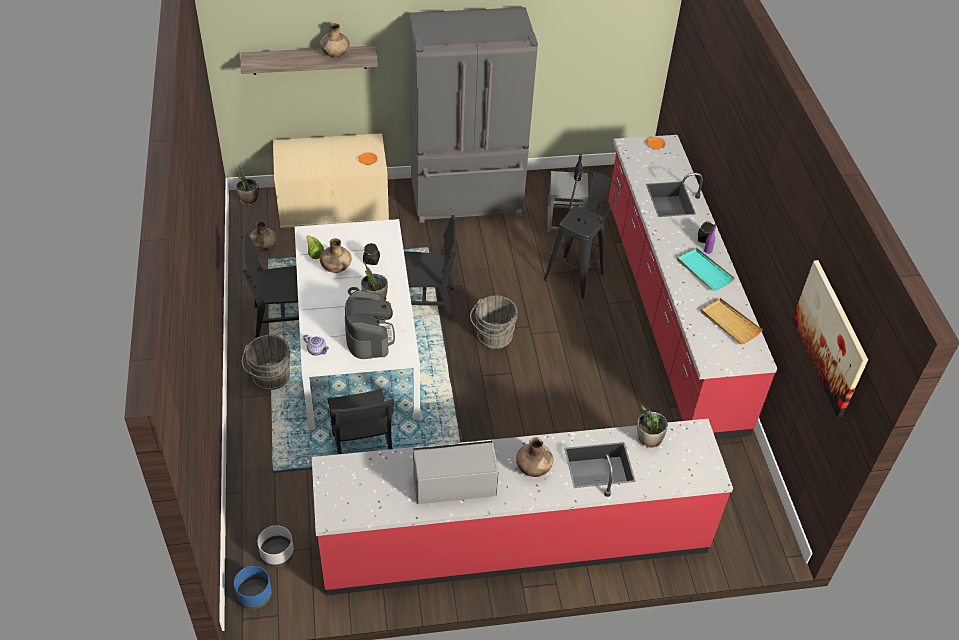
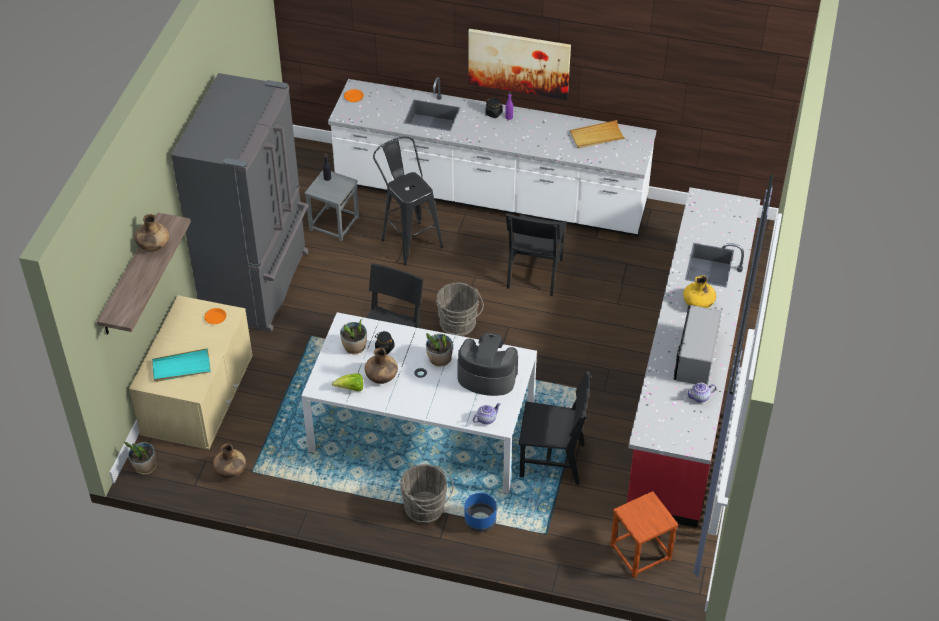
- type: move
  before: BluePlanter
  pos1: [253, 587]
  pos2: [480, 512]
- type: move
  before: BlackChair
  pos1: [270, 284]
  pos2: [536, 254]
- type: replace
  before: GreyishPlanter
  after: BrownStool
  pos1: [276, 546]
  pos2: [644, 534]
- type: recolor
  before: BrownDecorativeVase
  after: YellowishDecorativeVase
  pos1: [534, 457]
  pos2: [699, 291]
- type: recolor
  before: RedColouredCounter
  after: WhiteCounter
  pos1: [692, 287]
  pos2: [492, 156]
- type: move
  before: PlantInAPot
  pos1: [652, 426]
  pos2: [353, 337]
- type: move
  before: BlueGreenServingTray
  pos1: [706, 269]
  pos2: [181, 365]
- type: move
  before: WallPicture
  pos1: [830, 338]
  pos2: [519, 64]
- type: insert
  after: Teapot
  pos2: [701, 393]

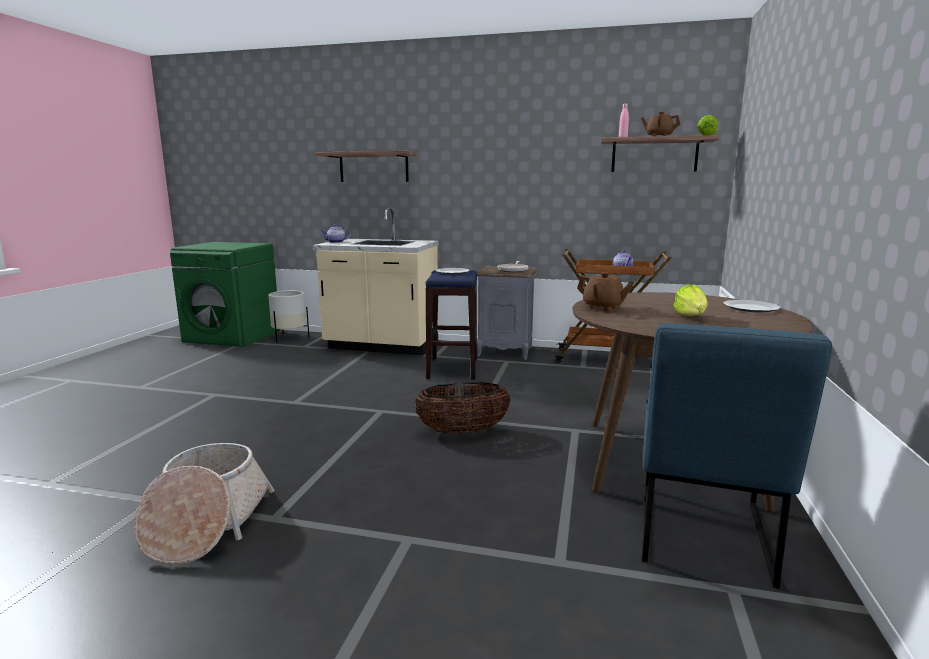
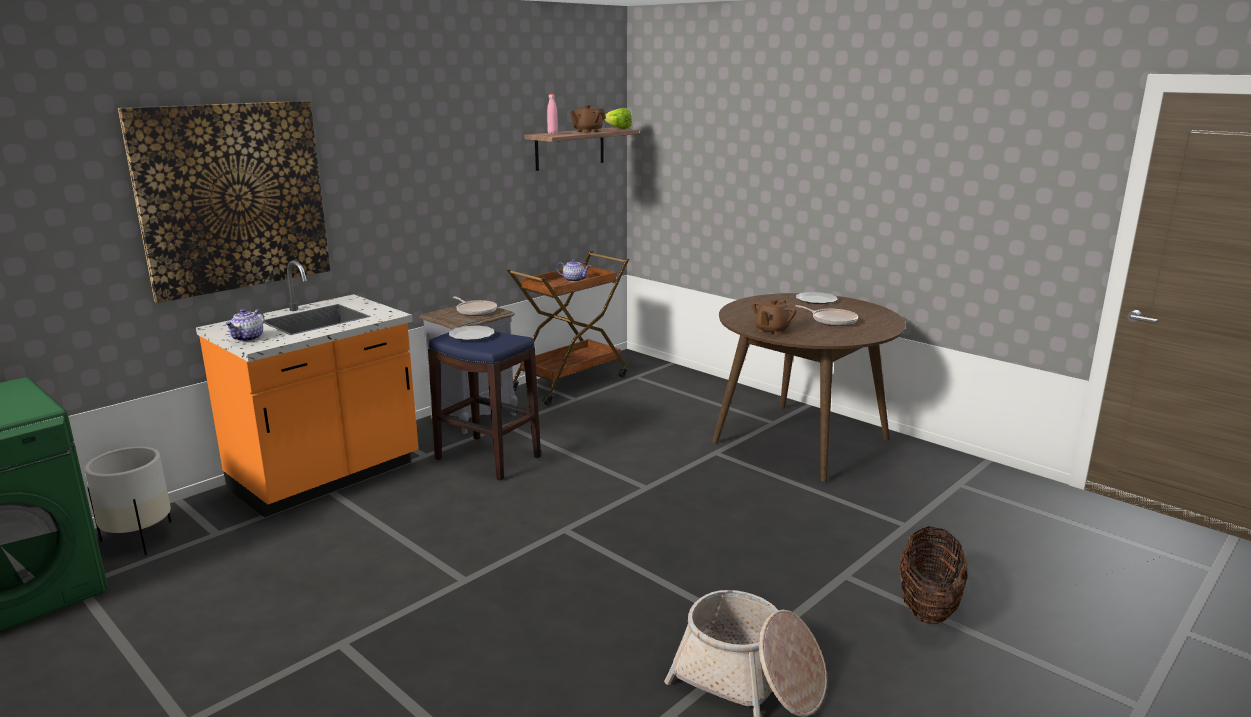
- type: recolor
  before: BeigeCounter
  after: OrangeCounter
  pos1: [375, 281]
  pos2: [307, 388]
- type: replace
  before: WallShelf
  after: WallPicture
  pos1: [367, 166]
  pos2: [224, 202]
- type: move
  before: Basket
  pos1: [463, 408]
  pos2: [934, 575]
- type: rotate
  before: BrownTeapot
  pos1: [605, 291]
  pos2: [773, 317]
  turn: 150
- type: delete
  before: BlueChair
  pos1: [737, 456]
- type: replace
  before: LettuceHead
  after: Skillet
  pos1: [690, 300]
  pos2: [827, 315]

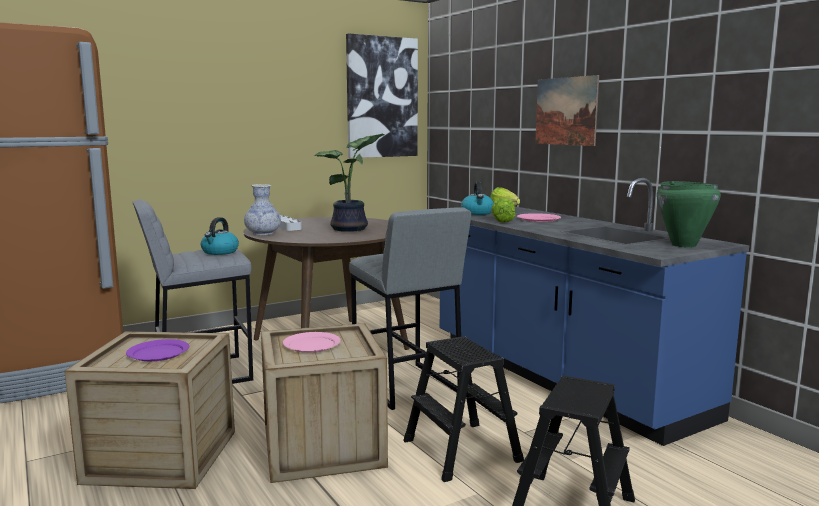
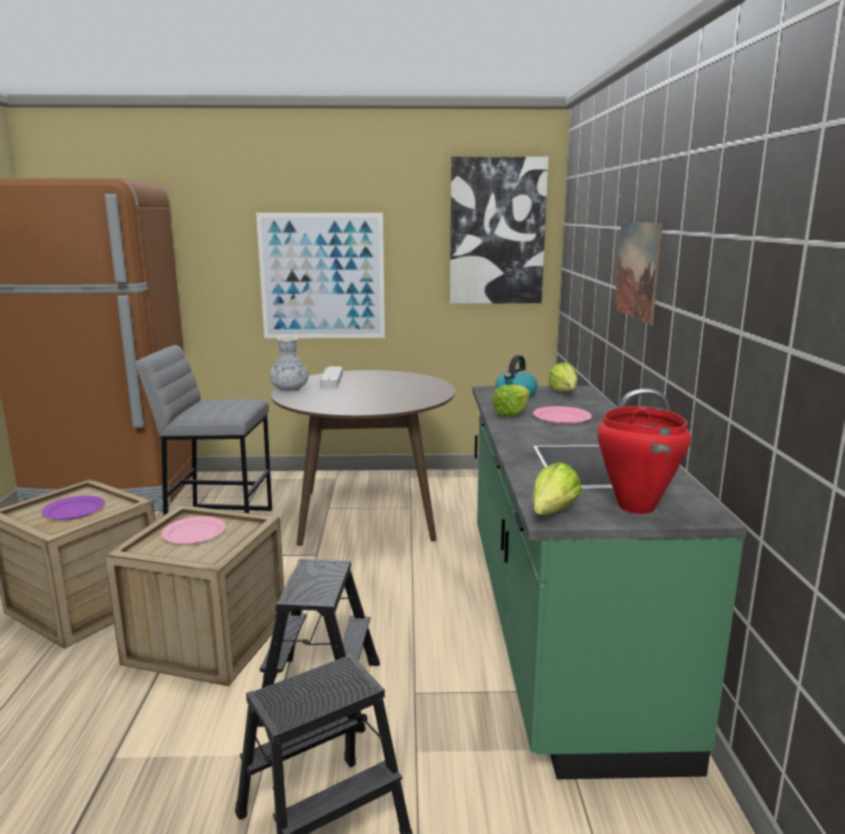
- type: delete
  before: WaterKettle
  pos1: [220, 236]
- type: delete
  before: PlantInAPot
  pos1: [349, 182]
- type: delete
  before: GreyishStool
  pos1: [410, 308]
- type: recolor
  before: BlueCounter
  after: GreenCounter
  pos1: [594, 312]
  pos2: [609, 582]
- type: recolor
  before: GreenStockpot
  after: RedColouredStockpot
  pos1: [689, 214]
  pos2: [644, 460]
- type: insert
  after: WallPicture
  pos2: [320, 275]
- type: insert
  after: LettuceHead
  pos2: [557, 488]

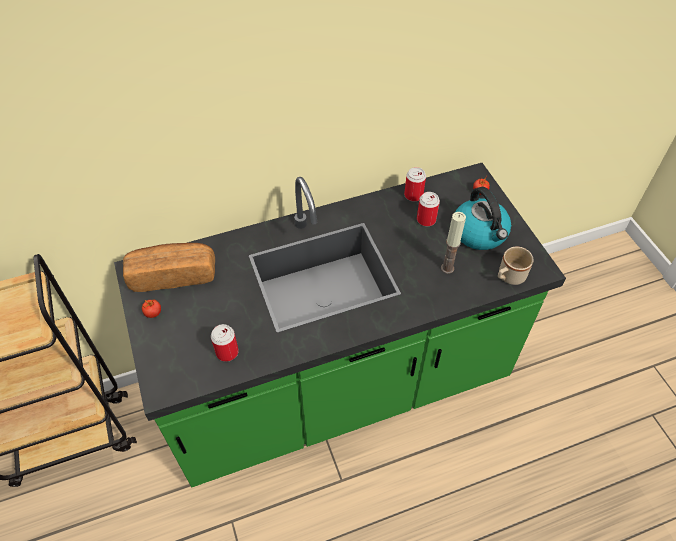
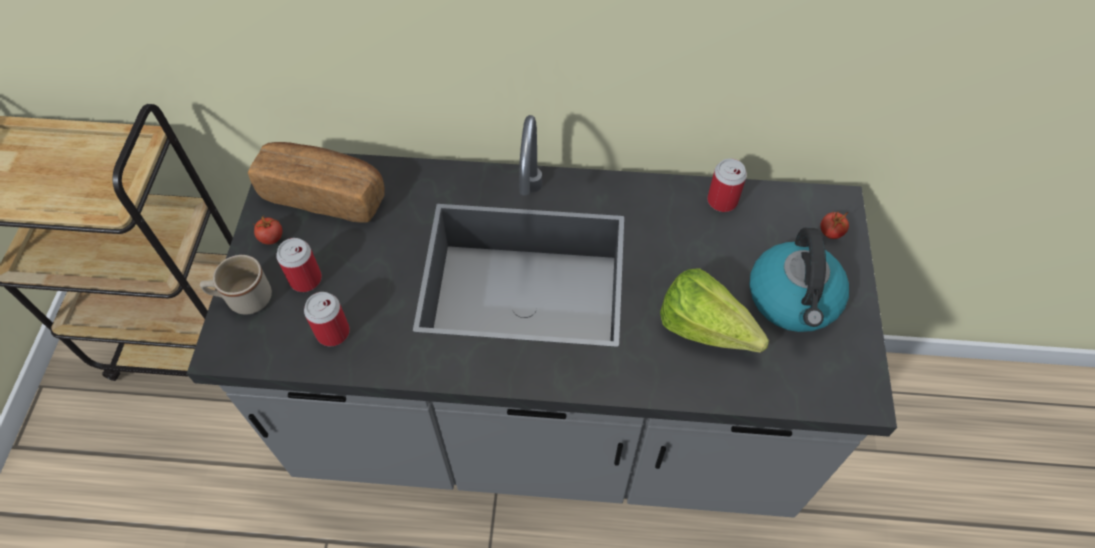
- type: recolor
  before: GreenCounter
  after: GreyishCounter
  pos1: [340, 325]
  pos2: [541, 316]
- type: move
  before: MetalCan
  pos1: [428, 209]
  pos2: [299, 265]
- type: replace
  before: WaxCandle
  after: LettuceHead
  pos1: [453, 243]
  pos2: [714, 310]
- type: move
  before: BeigeMug
  pos1: [516, 266]
  pos2: [236, 285]

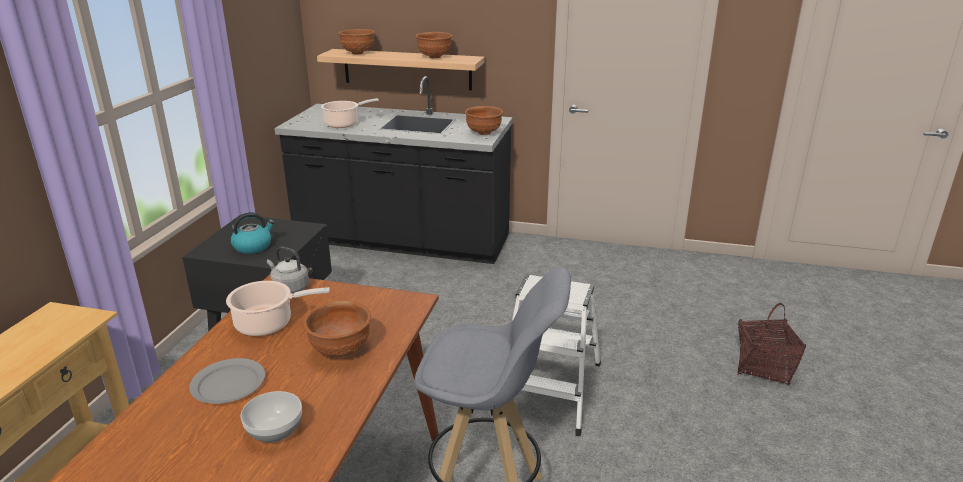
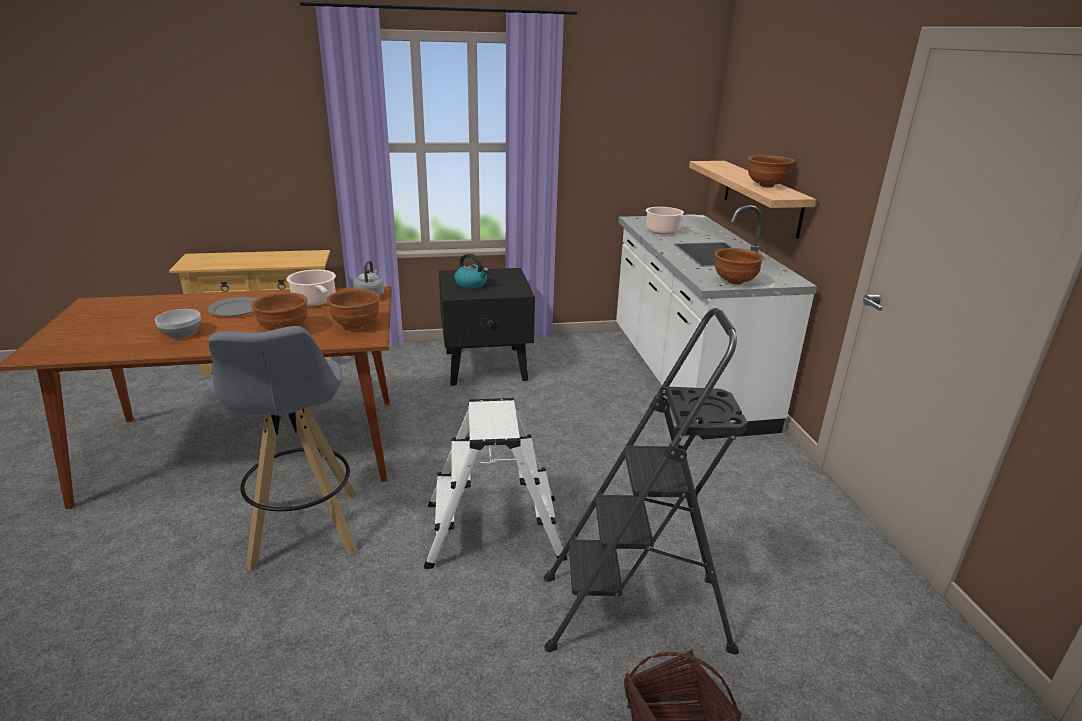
- type: recolor
  before: BlackCounter
  after: WhiteCounter
  pos1: [393, 170]
  pos2: [716, 322]
- type: move
  before: BrownBowl
  pos1: [356, 41]
  pos2: [353, 309]
- type: insert
  after: StepLadder
  pos2: [646, 481]

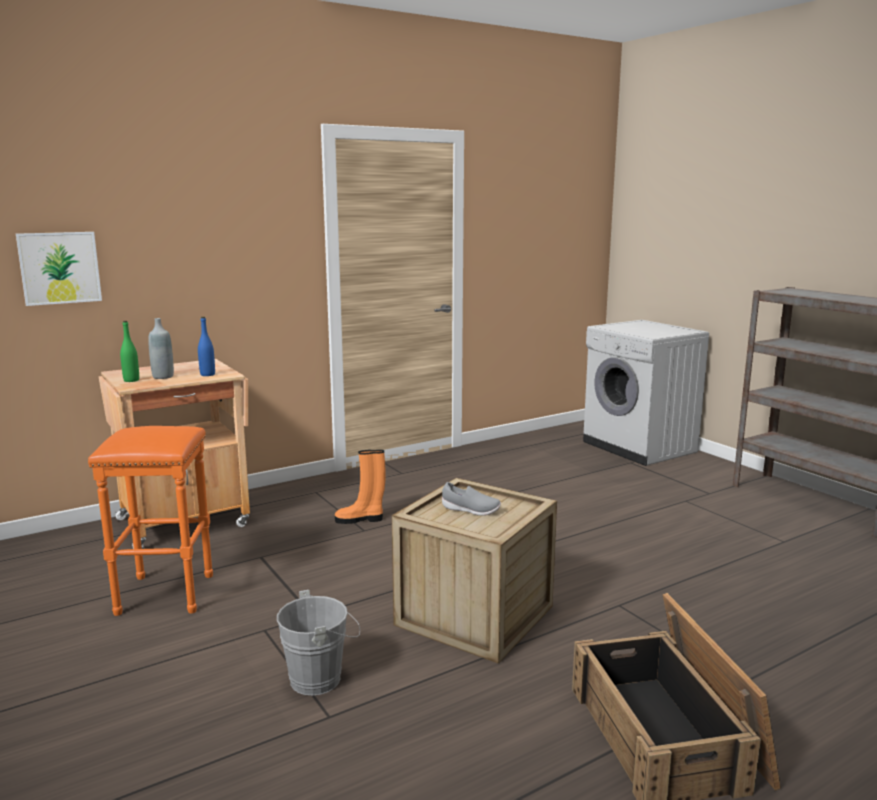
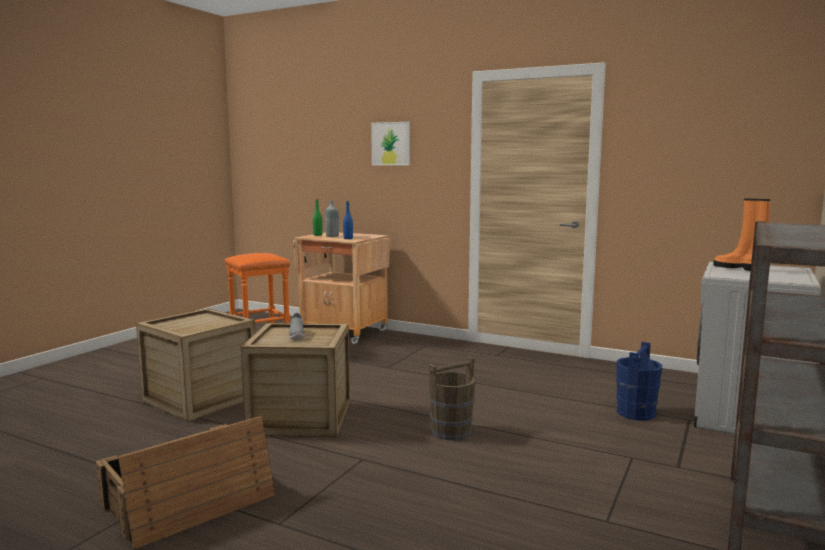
- type: move
  before: WallPicture
  pos1: [59, 269]
  pos2: [390, 143]
- type: replace
  before: GreyishPail
  after: PackingCrate
  pos1: [318, 643]
  pos2: [196, 365]
- type: move
  before: OrangeTallBoot
  pos1: [360, 487]
  pos2: [741, 235]
- type: insert
  after: BrownPail
  pos2: [452, 398]
- type: insert
  after: BluePail
  pos2: [639, 381]

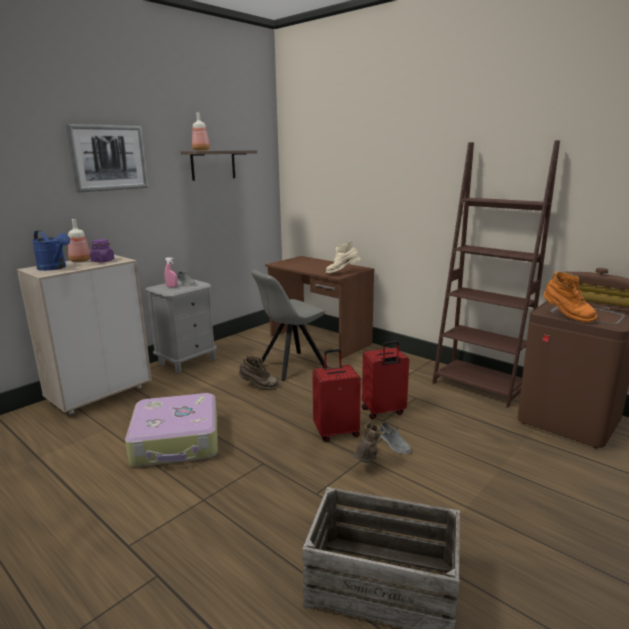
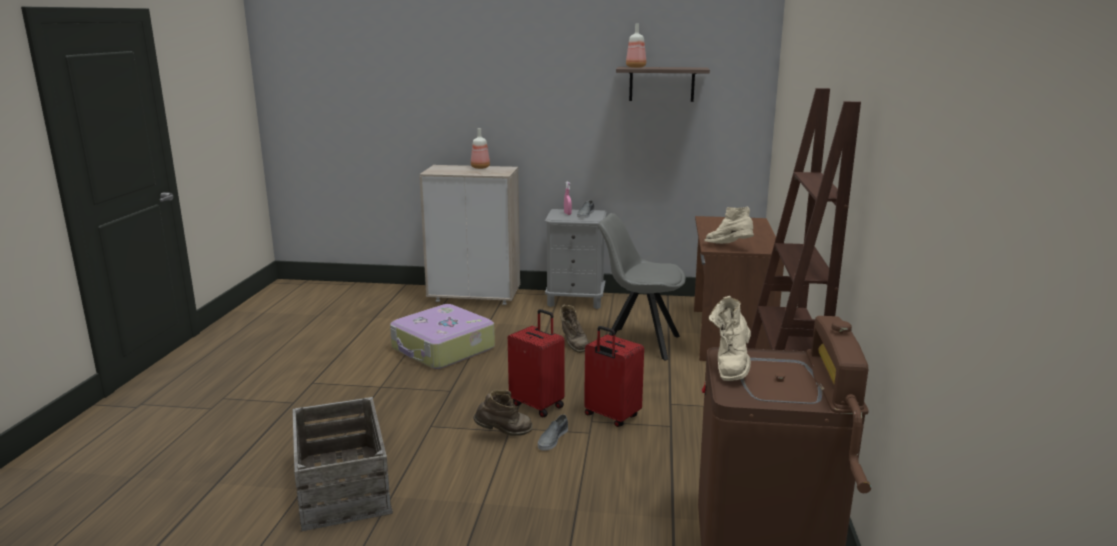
- type: delete
  before: BlueSprinklingCan
  pos1: [51, 250]
- type: delete
  before: WallPicture
  pos1: [107, 158]
- type: delete
  before: PurplishStorageJar
  pos1: [102, 251]
- type: recolor
  before: OrangeTallBoot
  after: BeigeTallBoot
  pos1: [570, 296]
  pos2: [729, 338]

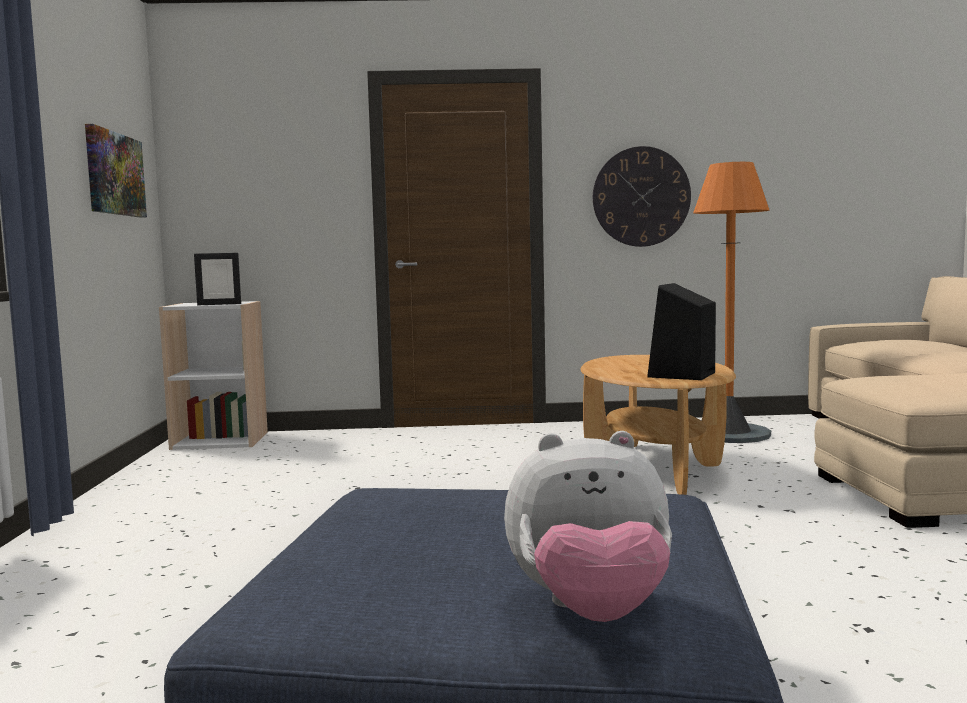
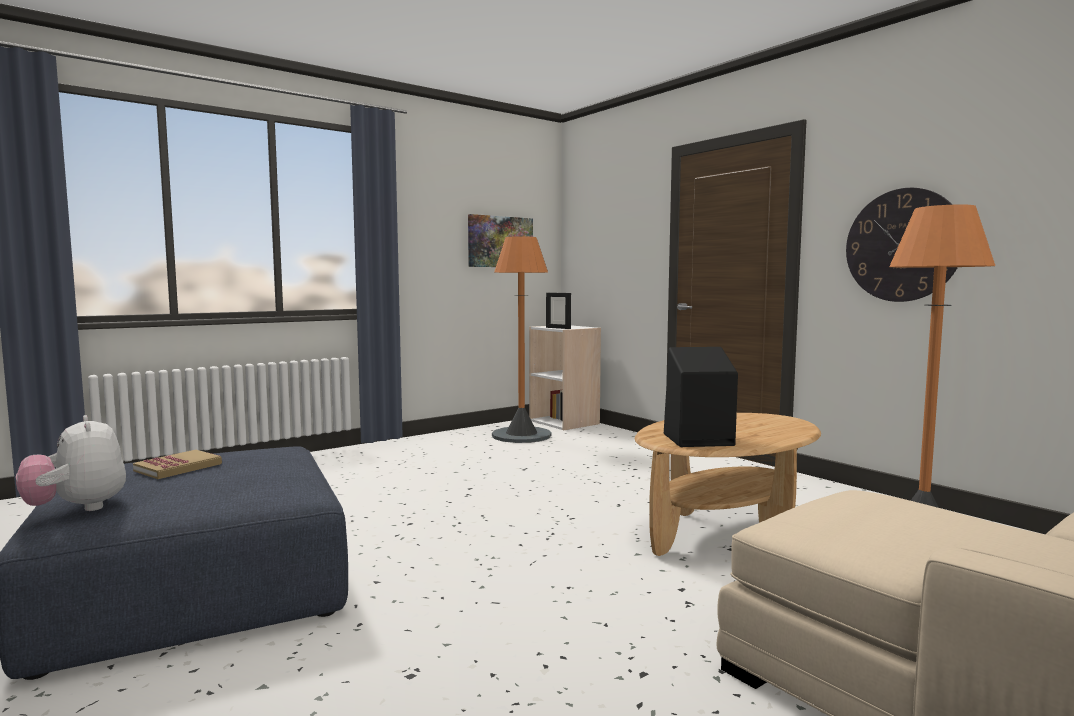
- type: insert
  after: BoundBook
  pos2: [177, 464]
- type: insert
  after: OrangeFloorLamp
  pos2: [522, 339]

